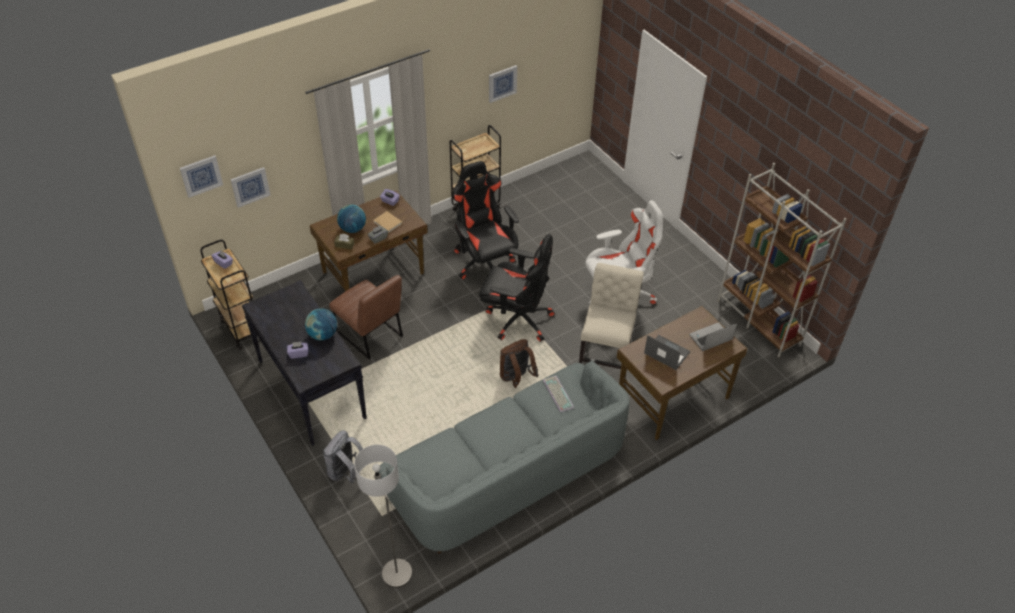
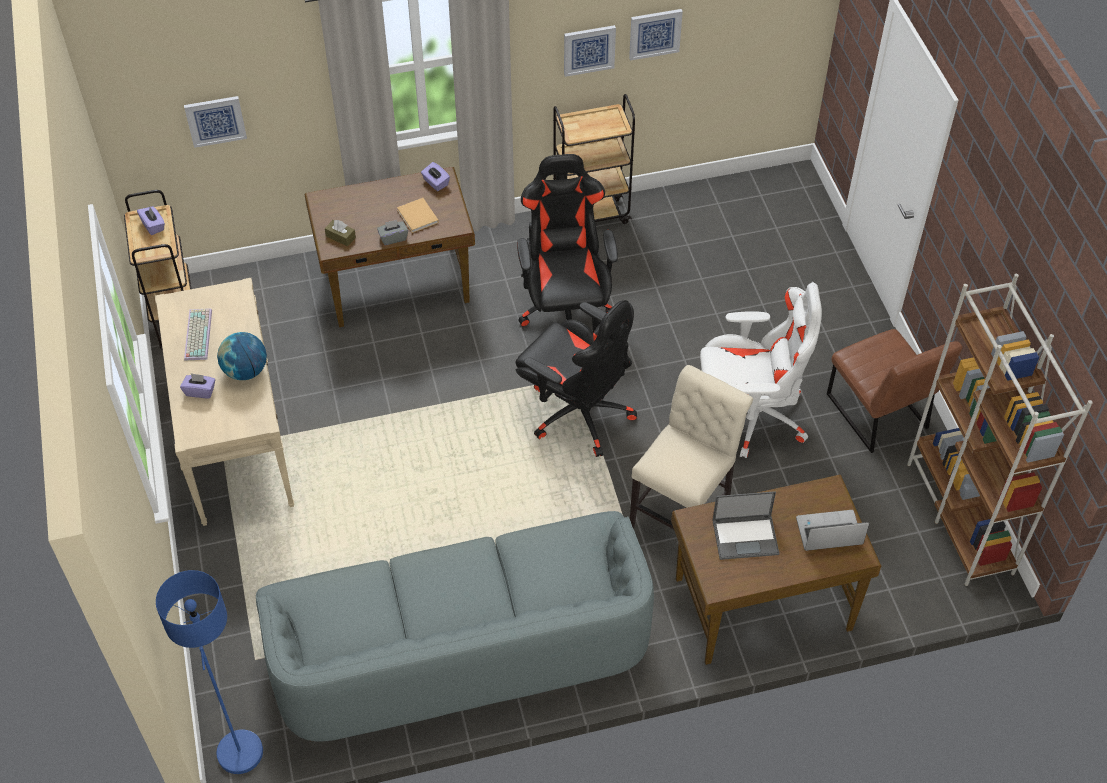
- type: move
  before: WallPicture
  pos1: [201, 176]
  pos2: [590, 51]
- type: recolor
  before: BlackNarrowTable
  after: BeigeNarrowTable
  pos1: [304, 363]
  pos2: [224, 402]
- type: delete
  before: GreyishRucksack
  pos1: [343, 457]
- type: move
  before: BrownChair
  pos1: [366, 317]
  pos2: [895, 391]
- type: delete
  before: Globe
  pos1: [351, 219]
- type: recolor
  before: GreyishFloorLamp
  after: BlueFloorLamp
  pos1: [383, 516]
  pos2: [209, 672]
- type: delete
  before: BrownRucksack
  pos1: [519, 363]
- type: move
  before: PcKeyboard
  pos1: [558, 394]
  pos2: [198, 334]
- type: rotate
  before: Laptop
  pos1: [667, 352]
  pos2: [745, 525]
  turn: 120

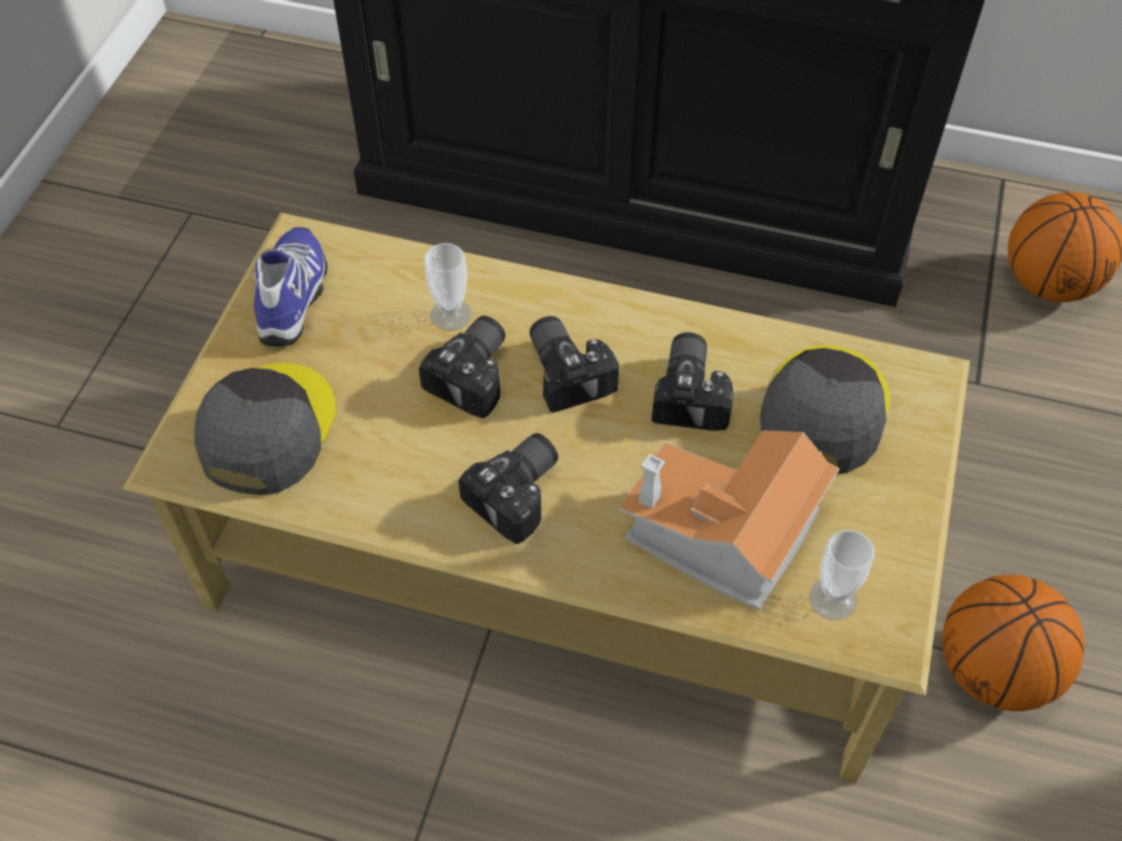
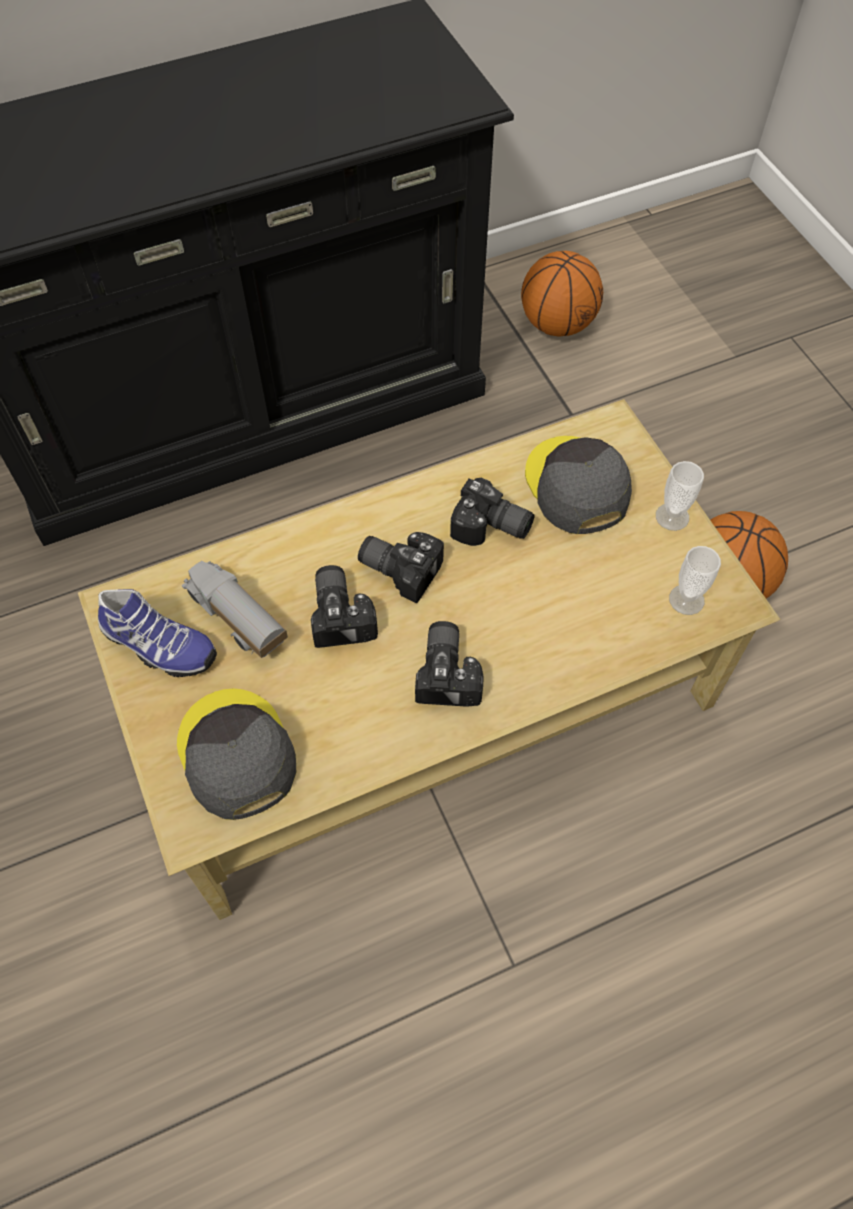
- type: rotate
  before: Shoe
  pos1: [291, 287]
  pos2: [157, 633]
  turn: 150
- type: move
  before: SmallCup
  pos1: [447, 287]
  pos2: [680, 496]
- type: delete
  before: MiniatureHouse
  pos1: [729, 520]
- type: rotate
  before: PhotoCamera
  pos1: [692, 381]
  pos2: [492, 512]
  turn: 150
- type: insert
  after: ModelTruck
  pos2: [235, 609]

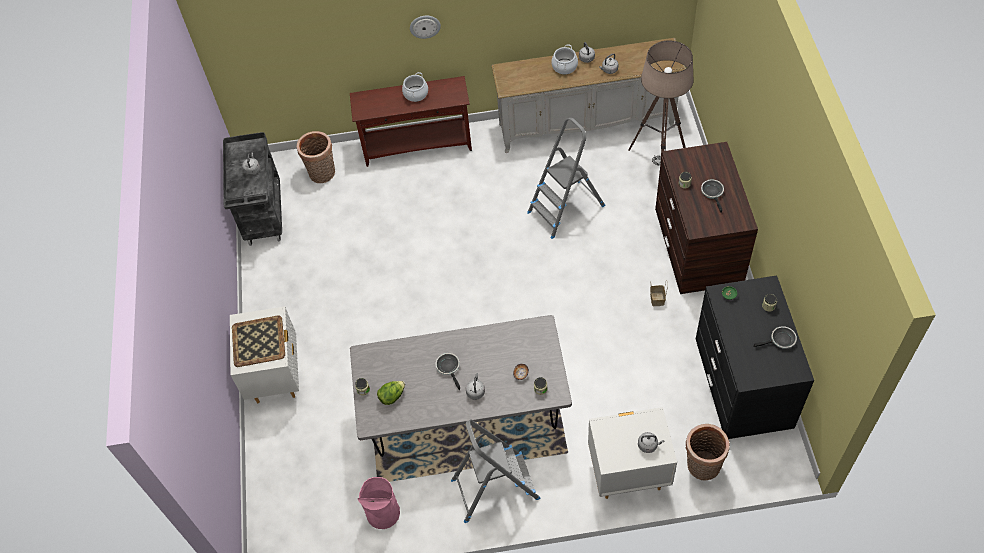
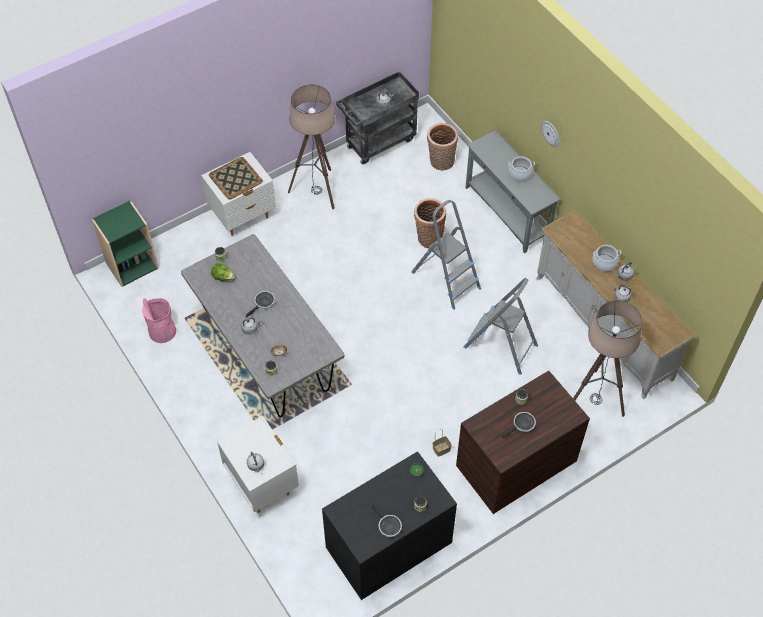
- type: recolor
  before: BrownNarrowTable
  after: GreyishNarrowTable
  pos1: [411, 121]
  pos2: [513, 191]
- type: move
  before: GreyishStepLadder
  pos1: [496, 471]
  pos2: [446, 255]
- type: move
  before: Basket
  pos1: [708, 452]
  pos2: [430, 223]
- type: insert
  after: GreenBookshelf
  pos2: [125, 243]
- type: insert
  after: FloorLamp
  pos2: [311, 147]

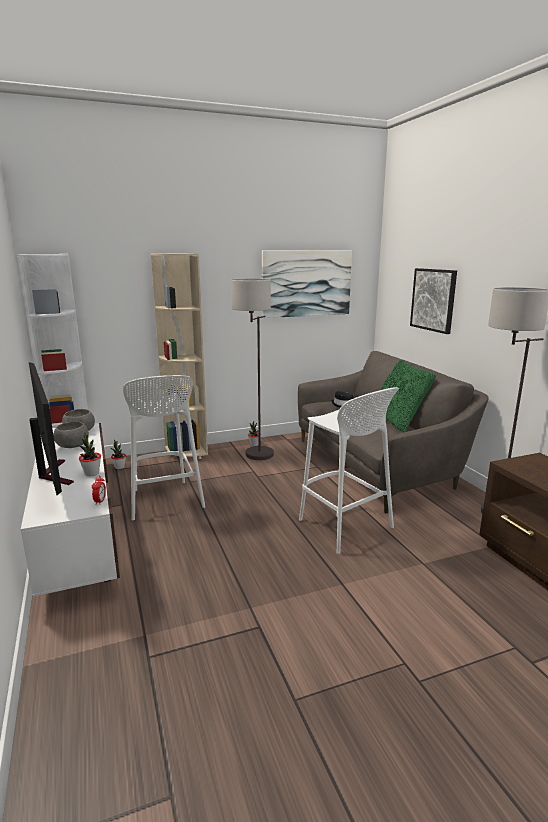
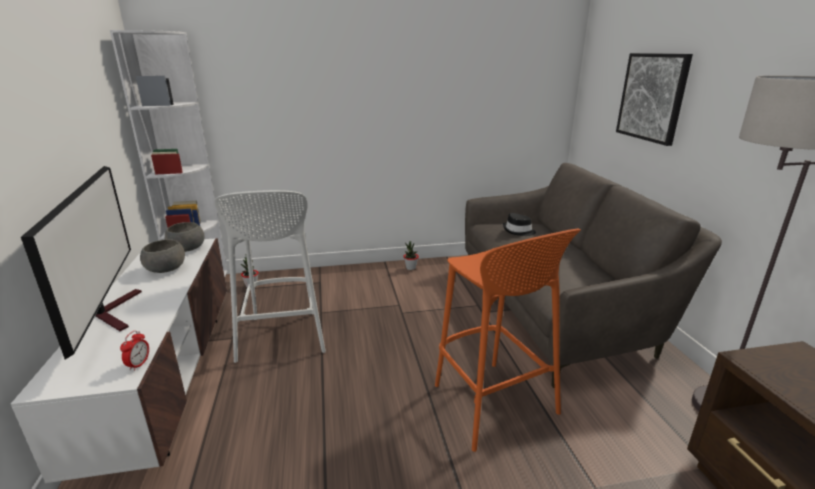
- type: delete
  before: PlantInAPot
  pos1: [90, 454]
- type: delete
  before: BeigeBookshelf
  pos1: [179, 356]
- type: delete
  before: GreyishFloorLamp
  pos1: [252, 369]
- type: delete
  before: WallPicture
  pos1: [307, 284]
- type: recolor
  before: WhiteStool
  after: OrangeStool
  pos1: [349, 470]
  pos2: [508, 340]
- type: delete
  before: GreenThrowPillow
  pos1: [408, 396]

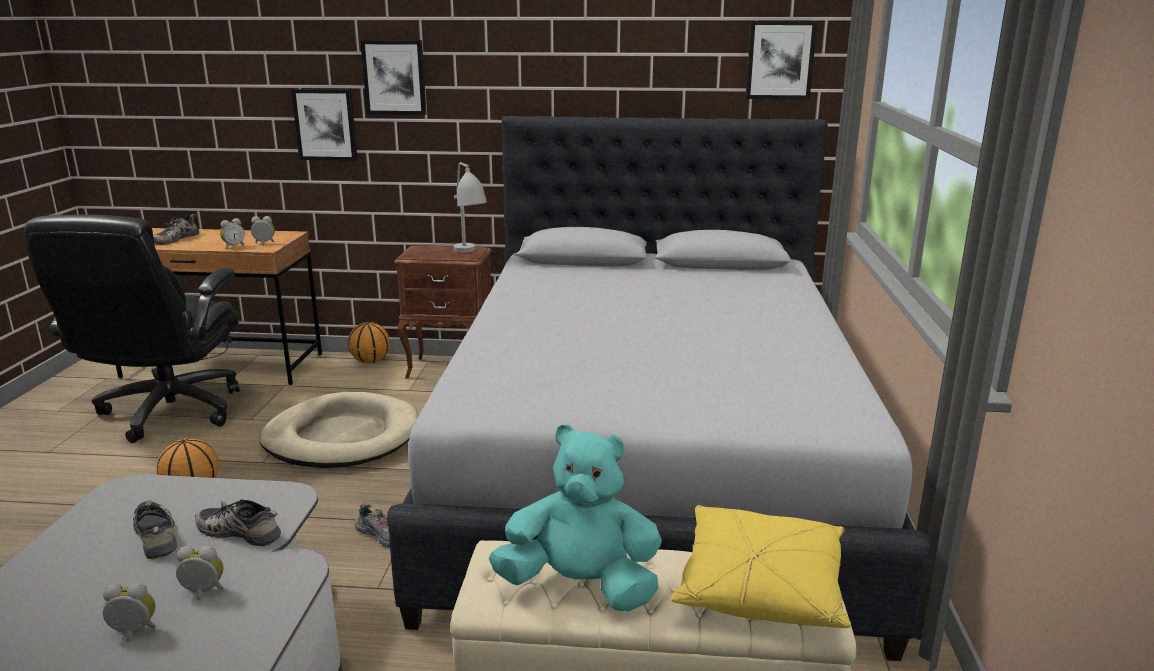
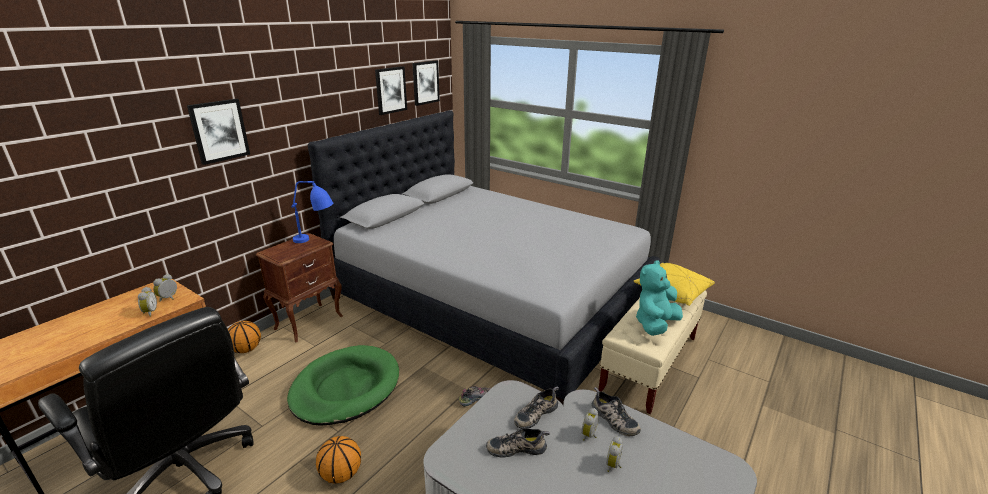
- type: move
  before: Shoe
  pos1: [176, 229]
  pos2: [616, 411]
- type: recolor
  before: BeigePetBed
  after: GreenPetBed
  pos1: [339, 430]
  pos2: [343, 385]
- type: move
  before: WallPicture
  pos1: [324, 125]
  pos2: [391, 90]
- type: recolor
  before: GreyishLampForATable
  after: BlueLampForATable
  pos1: [470, 207]
  pos2: [312, 212]

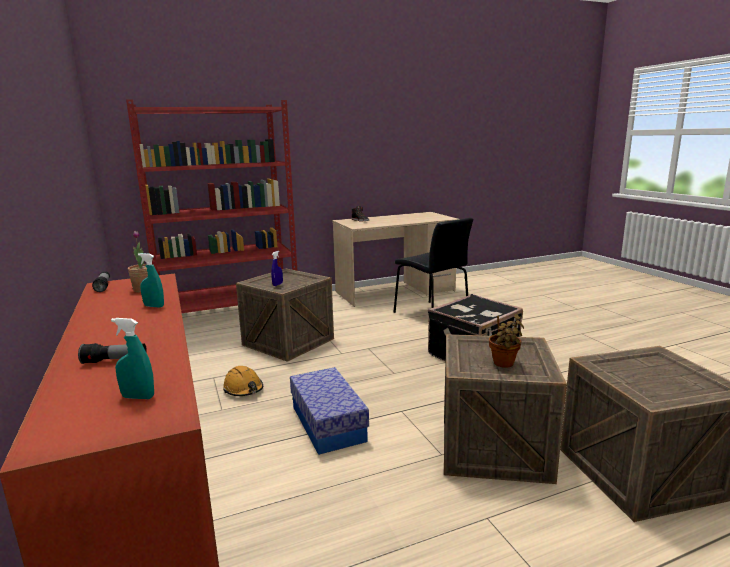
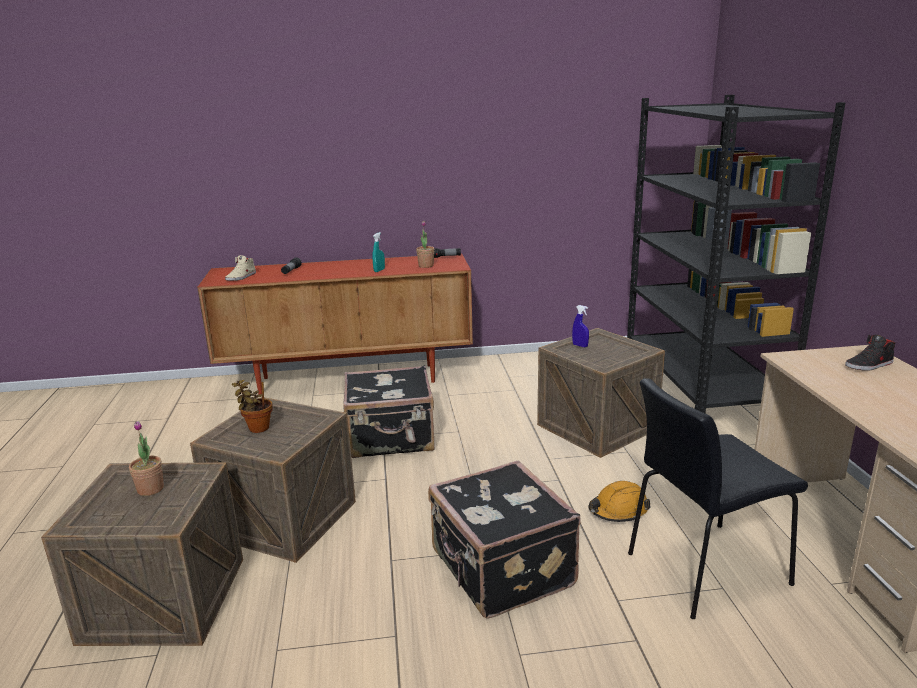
- type: replace
  before: BlueGreenSprayBottle
  after: BeigeShoe
  pos1: [132, 358]
  pos2: [240, 268]
- type: recolor
  before: RedColouredBookshelf
  after: BlackBookshelf
  pos1: [211, 206]
  pos2: [736, 254]
- type: move
  before: OrangeHardHat
  pos1: [243, 381]
  pos2: [620, 501]
- type: replace
  before: StorageContainer
  after: BlackPieceOfLuggage
  pos1: [329, 411]
  pos2: [389, 411]
- type: insert
  after: PlantInAPot
  pos2: [146, 458]

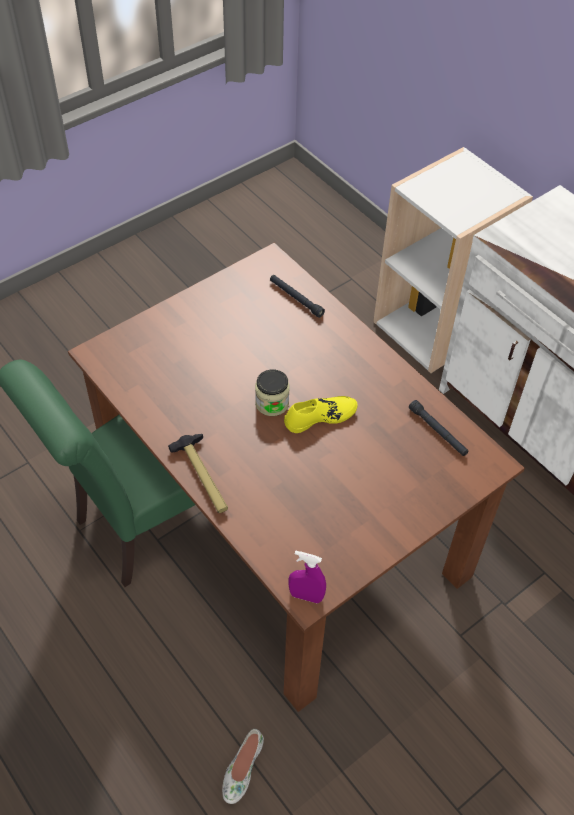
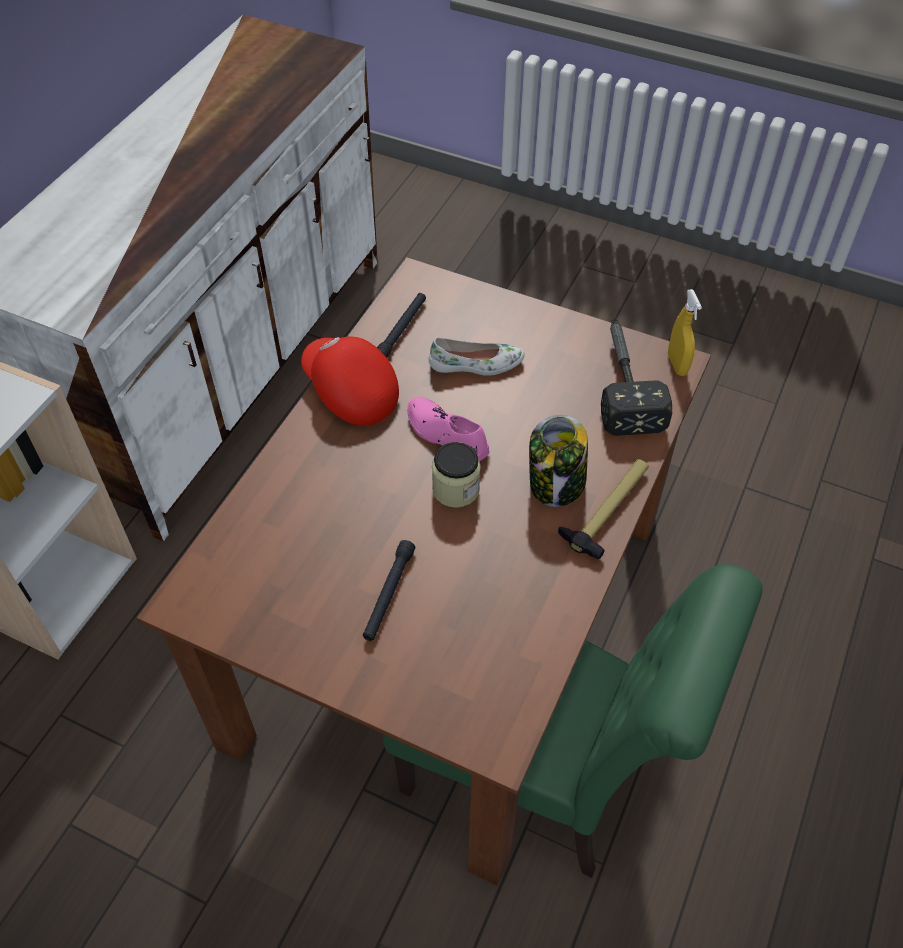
- type: move
  before: WhiteShoe
  pos1: [243, 766]
  pos2: [477, 357]
- type: move
  before: BlackHandTorch
  pos1: [297, 296]
  pos2: [389, 590]
- type: recolor
  before: YellowishShoe
  after: PinkColouredShoe
  pos1: [321, 414]
  pos2: [448, 429]
- type: recolor
  before: PurplishSprayBottle
  after: YellowishSprayBottle
  pos1: [307, 577]
  pos2: [685, 332]
- type: insert
  after: RedColouredPeakedCap
  pos2: [350, 381]
- type: insert
  after: StorageJar
  pos2: [558, 461]
- type: insert
  after: HandHammer
  pos2: [636, 377]

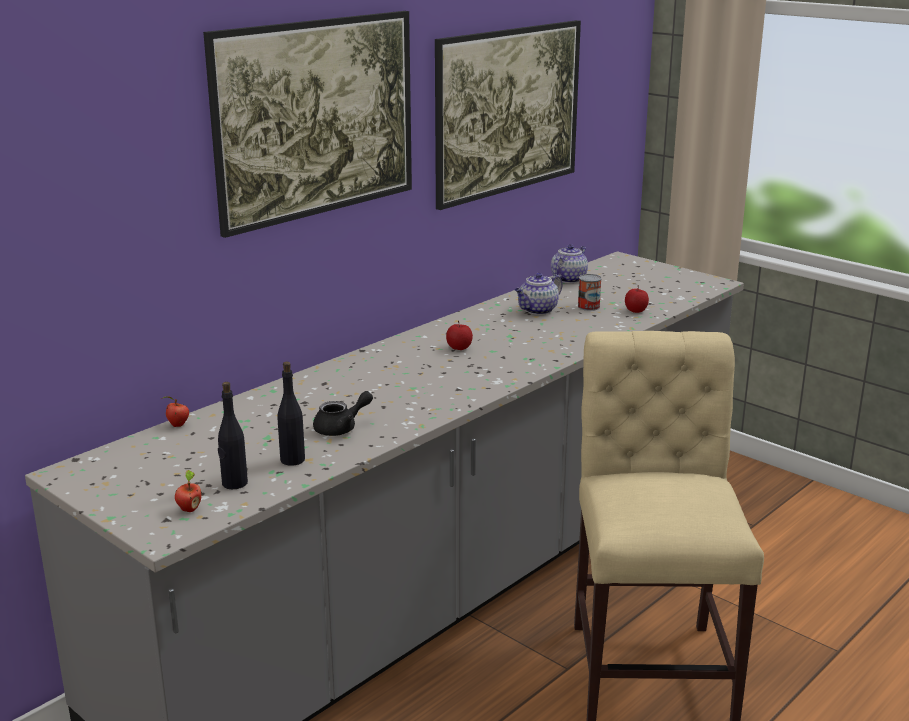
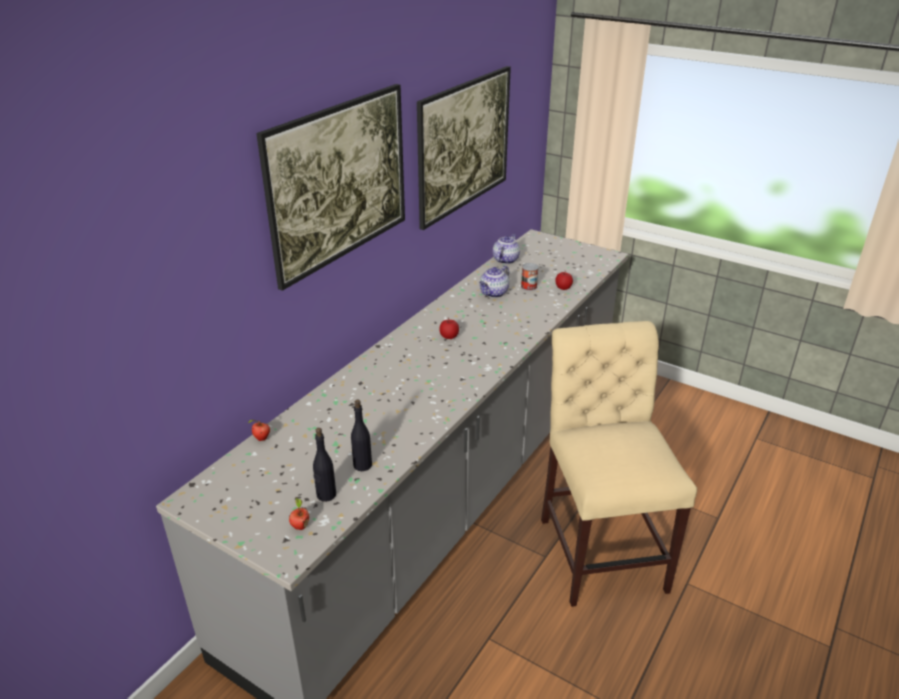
- type: delete
  before: BlackTeapot
  pos1: [343, 413]

